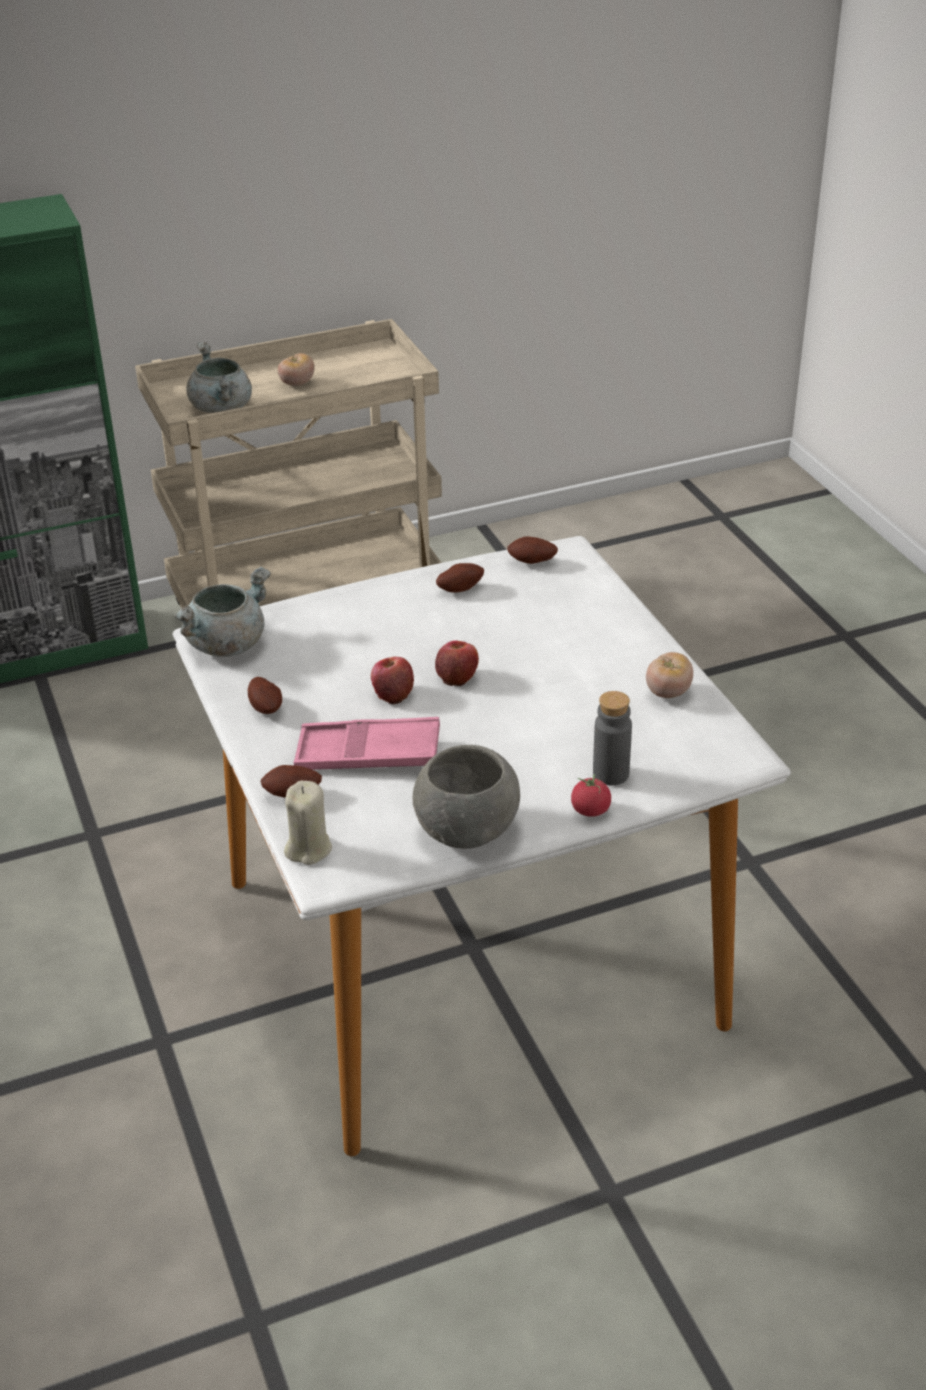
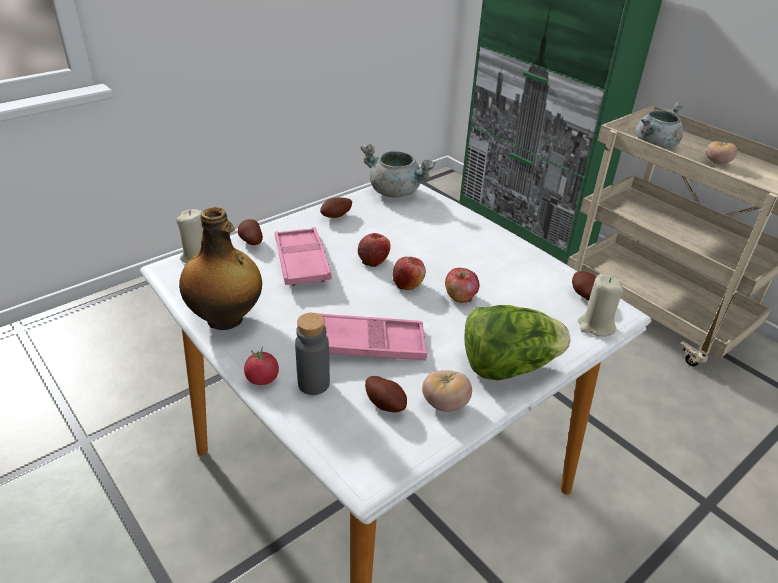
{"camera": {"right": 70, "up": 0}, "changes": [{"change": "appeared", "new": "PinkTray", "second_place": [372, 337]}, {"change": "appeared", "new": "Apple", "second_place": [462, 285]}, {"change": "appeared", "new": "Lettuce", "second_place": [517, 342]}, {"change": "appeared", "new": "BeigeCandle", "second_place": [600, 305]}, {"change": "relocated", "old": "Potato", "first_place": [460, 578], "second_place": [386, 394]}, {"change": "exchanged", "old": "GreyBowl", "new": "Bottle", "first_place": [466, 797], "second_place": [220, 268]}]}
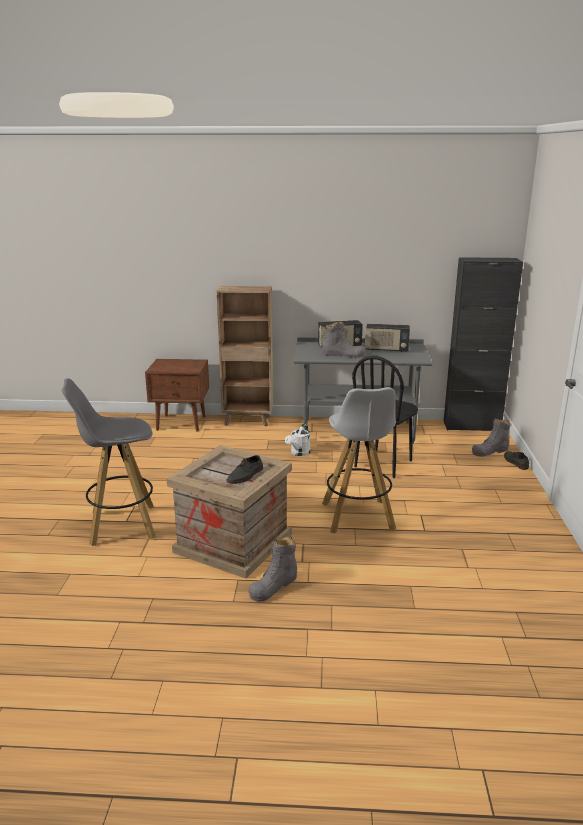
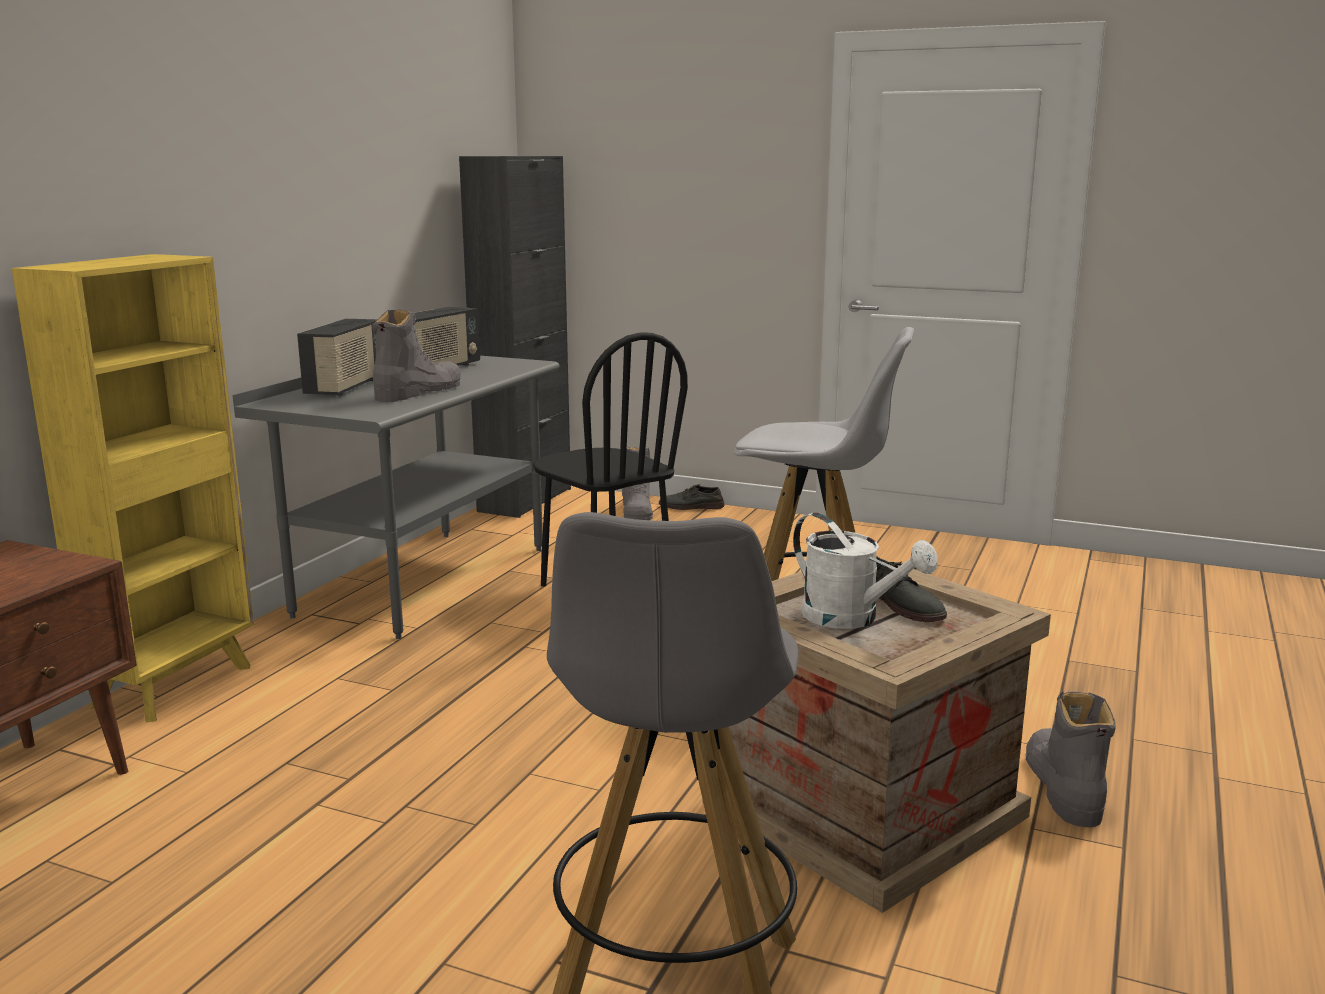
{"camera": {"right": -70, "up": -5}, "changes": [{"change": "relocated", "old": "WhiteWateringCan", "first_place": [298, 439], "second_place": [865, 571]}, {"change": "colour", "old": "BrownBookcase", "new": "YellowBookcase", "first_place": [245, 356], "second_place": [133, 488]}, {"change": "spun", "old": "GreyBoot", "first_place": [272, 569], "second_place": [1071, 759], "degrees": -150}]}
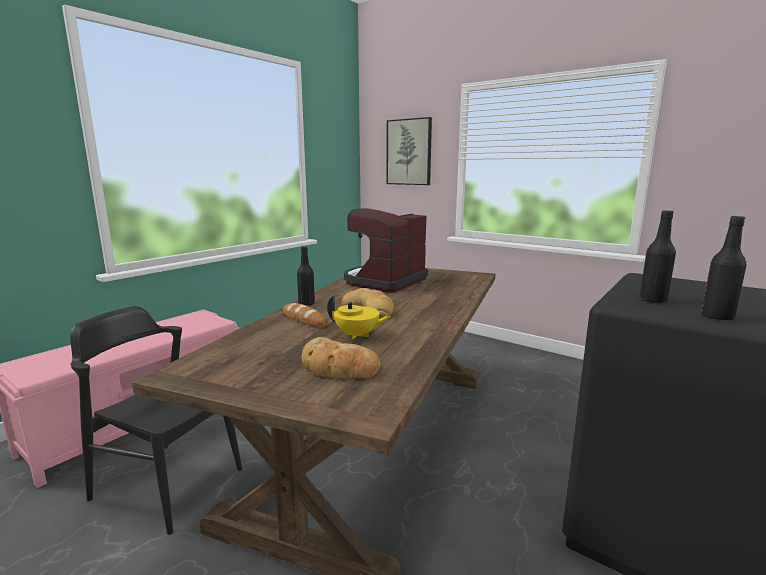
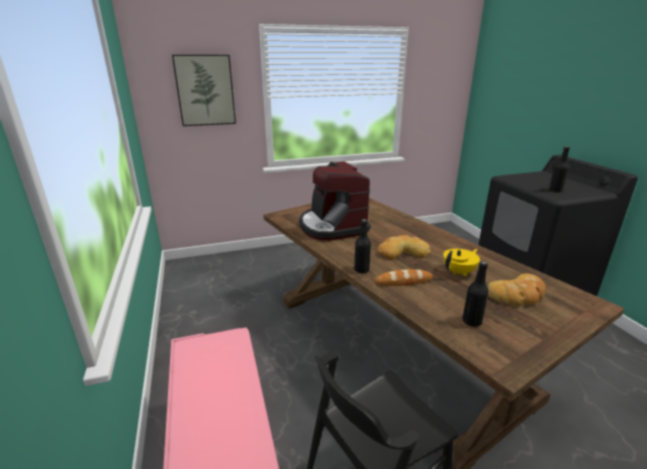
{"camera": {"right": -55, "up": 10}, "changes": [{"change": "relocated", "old": "BlackBottle", "first_place": [724, 268], "second_place": [475, 294]}]}
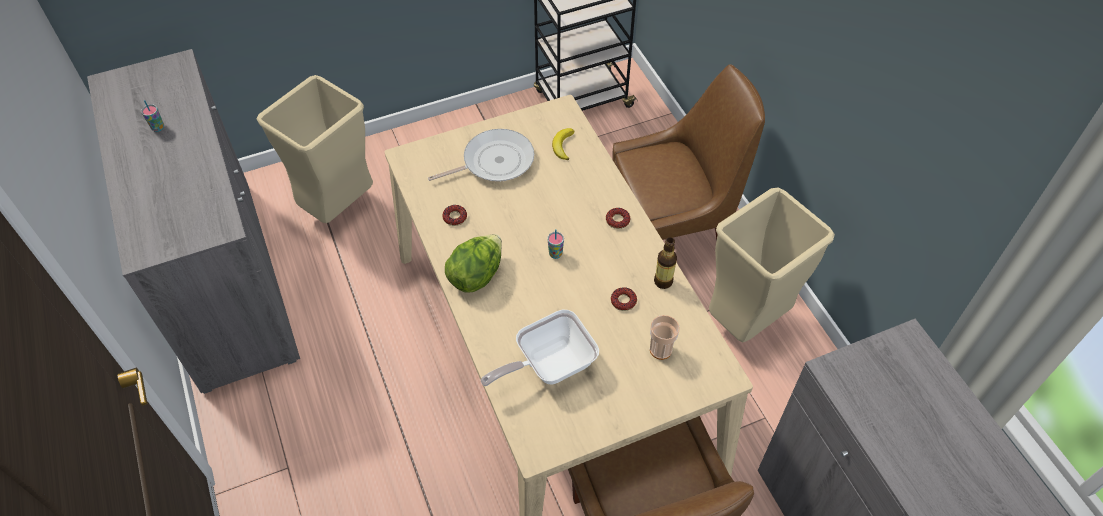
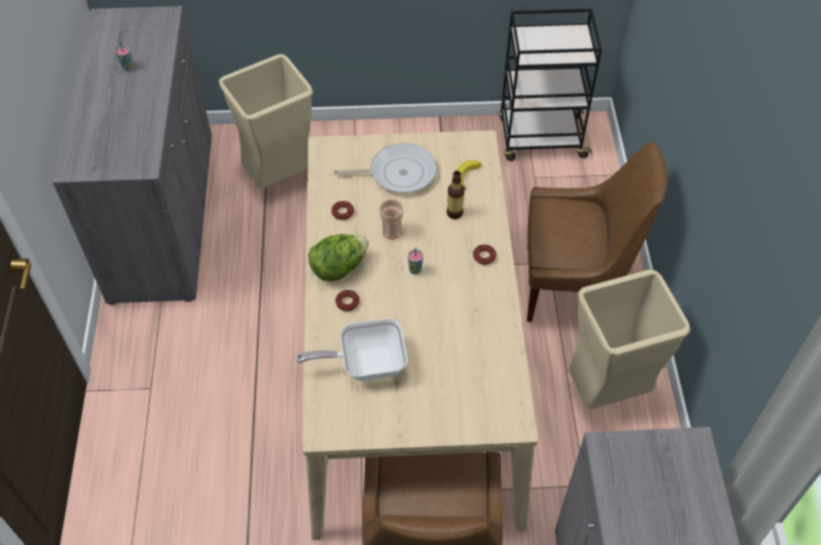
{"camera": {"right": 20, "up": 0}, "changes": [{"change": "relocated", "old": "Donut", "first_place": [624, 299], "second_place": [347, 300]}, {"change": "relocated", "old": "Cup", "first_place": [665, 337], "second_place": [391, 219]}, {"change": "relocated", "old": "Bottle", "first_place": [665, 263], "second_place": [456, 195]}]}
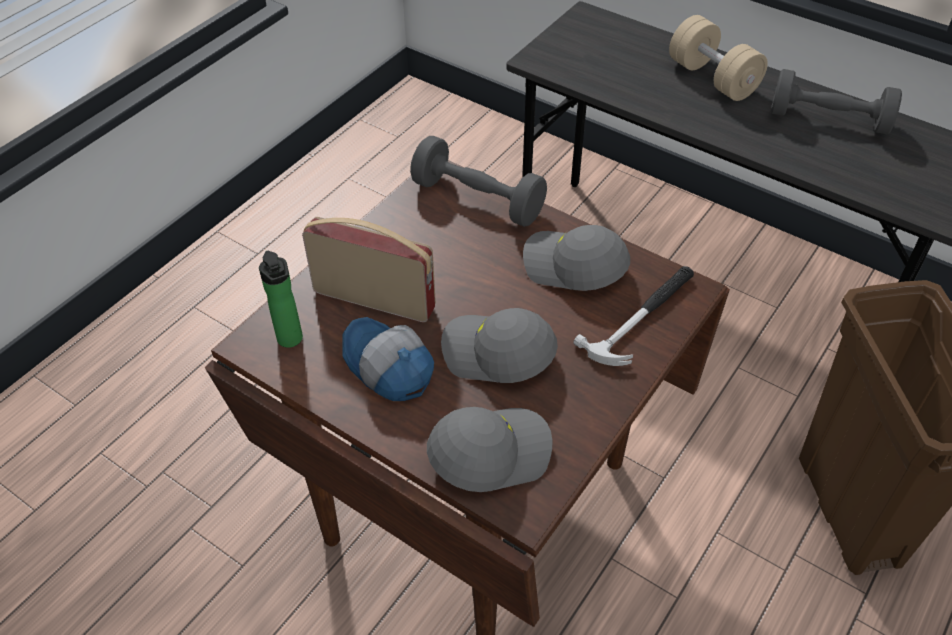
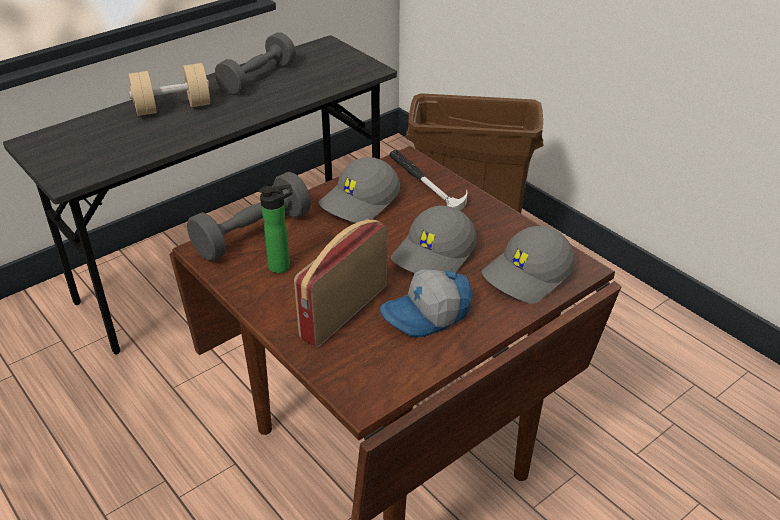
{"camera": {"right": -75, "up": -10}, "changes": [{"change": "relocated", "old": "Bottle", "first_place": [281, 299], "second_place": [276, 228]}, {"change": "spun", "old": "GreyCap", "first_place": [489, 449], "second_place": [528, 265], "degrees": -120}]}
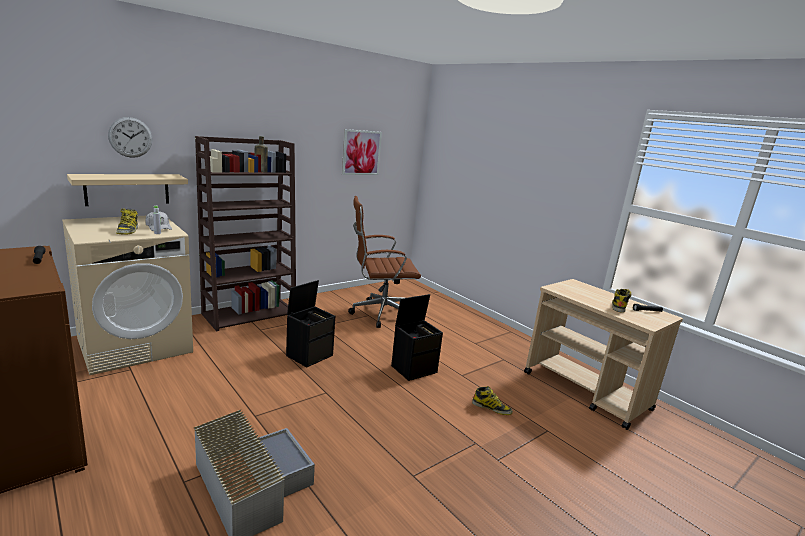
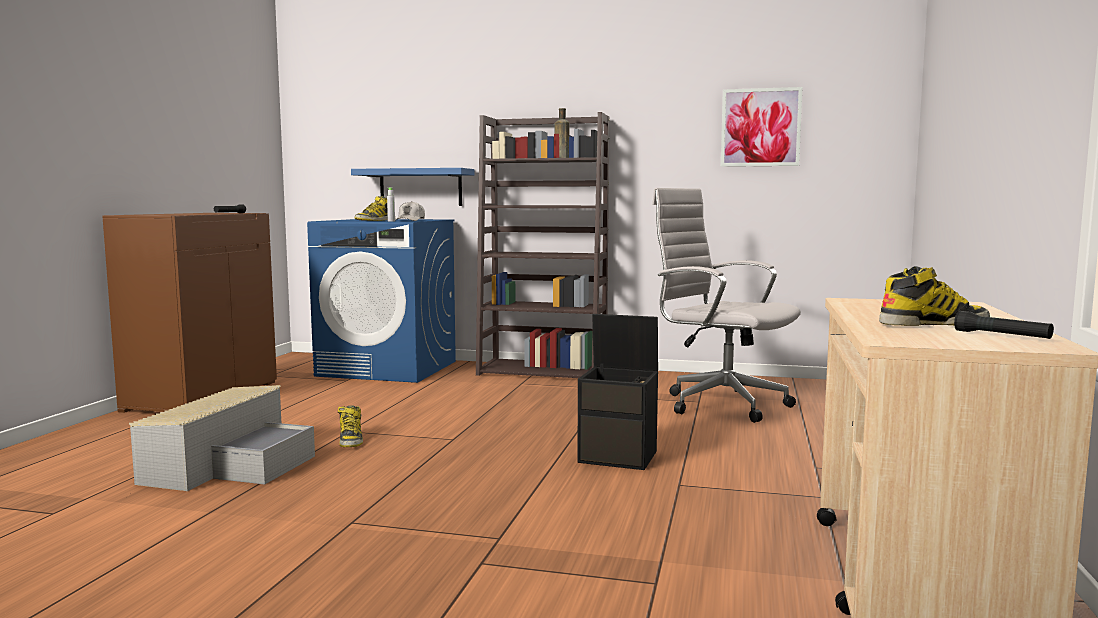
{"camera": {"right": 55, "up": -10}, "changes": [{"change": "missing", "old": "WallClock", "first_place": [130, 137]}, {"change": "missing", "old": "BlackStorageBox", "first_place": [310, 324]}, {"change": "relocated", "old": "Boot", "first_place": [492, 400], "second_place": [350, 426]}, {"change": "colour", "old": "BeigeWashingMachine", "new": "BlueWashingMachine", "first_place": [127, 295], "second_place": [381, 301]}, {"change": "colour", "old": "BeigeShelf", "new": "BlueShelf", "first_place": [127, 190], "second_place": [412, 187]}, {"change": "colour", "old": "BrownOfficeChair", "new": "WhiteOfficeChair", "first_place": [384, 262], "second_place": [726, 305]}]}
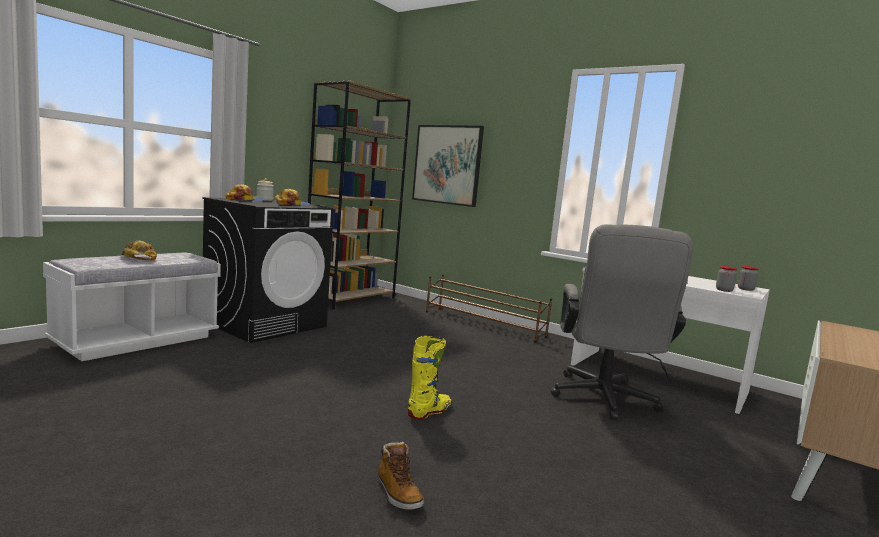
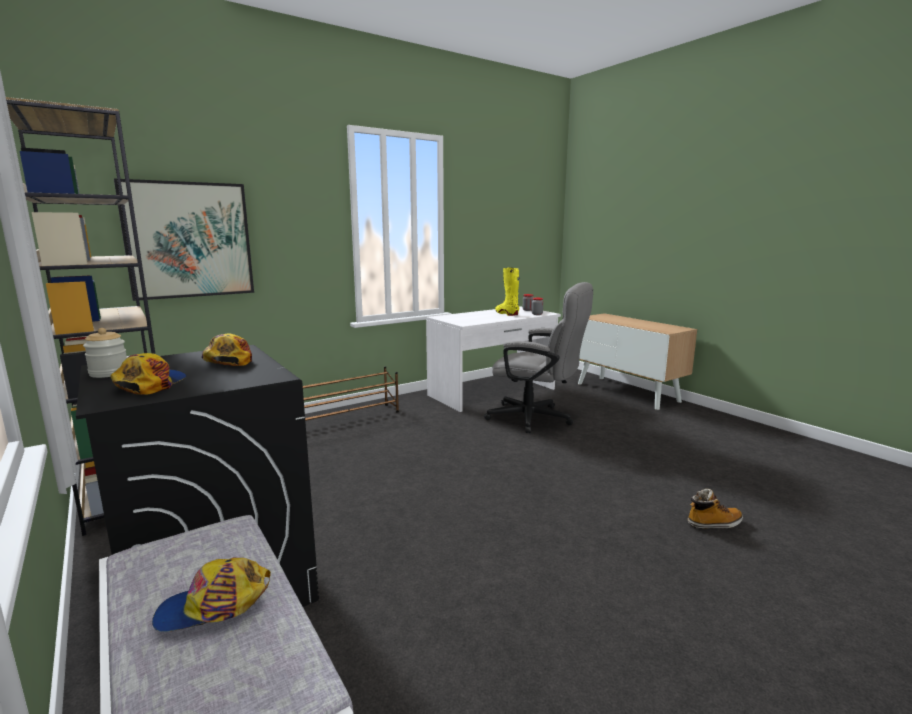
{"camera": {"right": -70, "up": 5}, "changes": [{"change": "relocated", "old": "YellowBoot", "first_place": [429, 378], "second_place": [507, 291]}]}
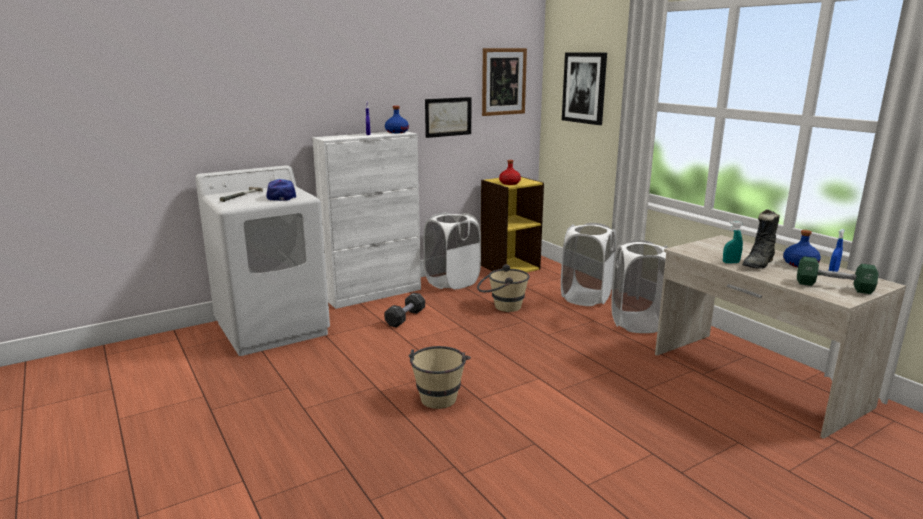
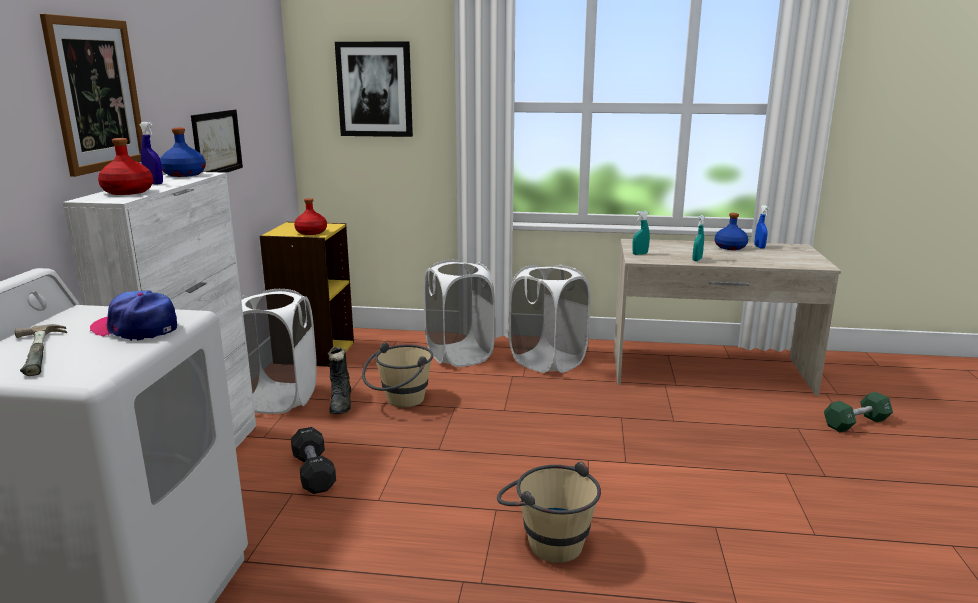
{"camera": {"right": -50, "up": 0}, "changes": [{"change": "appeared", "new": "RedBottle", "second_place": [125, 166]}, {"change": "appeared", "new": "TurquoiseSprayBottle", "second_place": [641, 233]}, {"change": "relocated", "old": "Picture", "first_place": [504, 82], "second_place": [91, 95]}, {"change": "relocated", "old": "BlackBoot", "first_place": [761, 239], "second_place": [339, 380]}, {"change": "relocated", "old": "GreenDumbbell", "first_place": [838, 275], "second_place": [858, 412]}]}
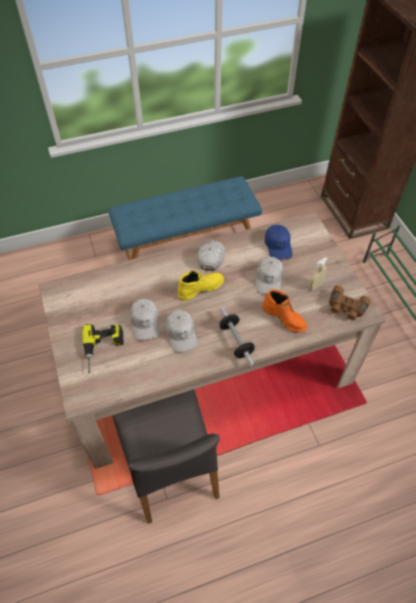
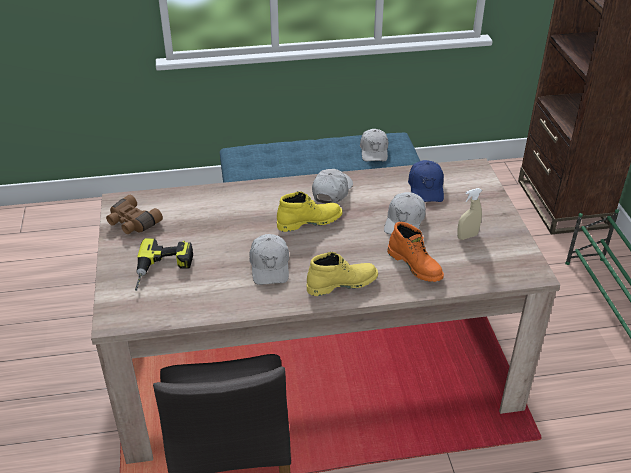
{"camera": {"right": 10, "up": -15}, "changes": [{"change": "relocated", "old": "WhiteCap", "first_place": [144, 319], "second_place": [374, 145]}, {"change": "relocated", "old": "BrownBinoculars", "first_place": [350, 303], "second_place": [134, 214]}, {"change": "exchanged", "old": "Dumbbell", "new": "YellowBoot", "first_place": [237, 337], "second_place": [342, 274]}]}
